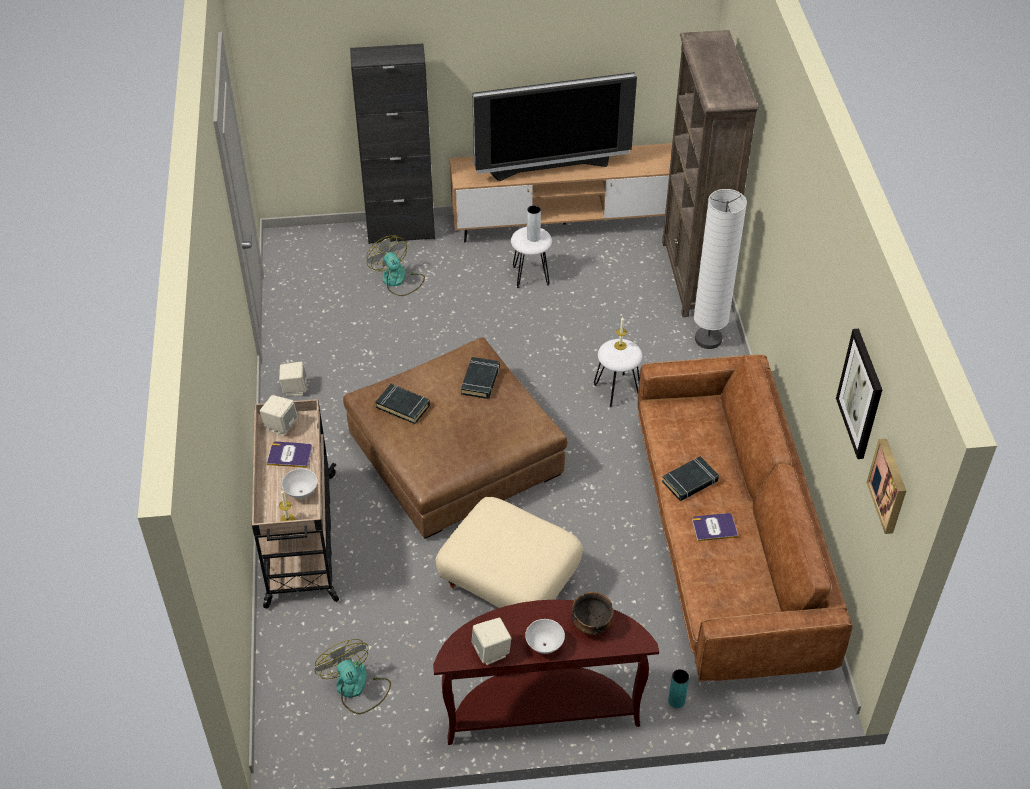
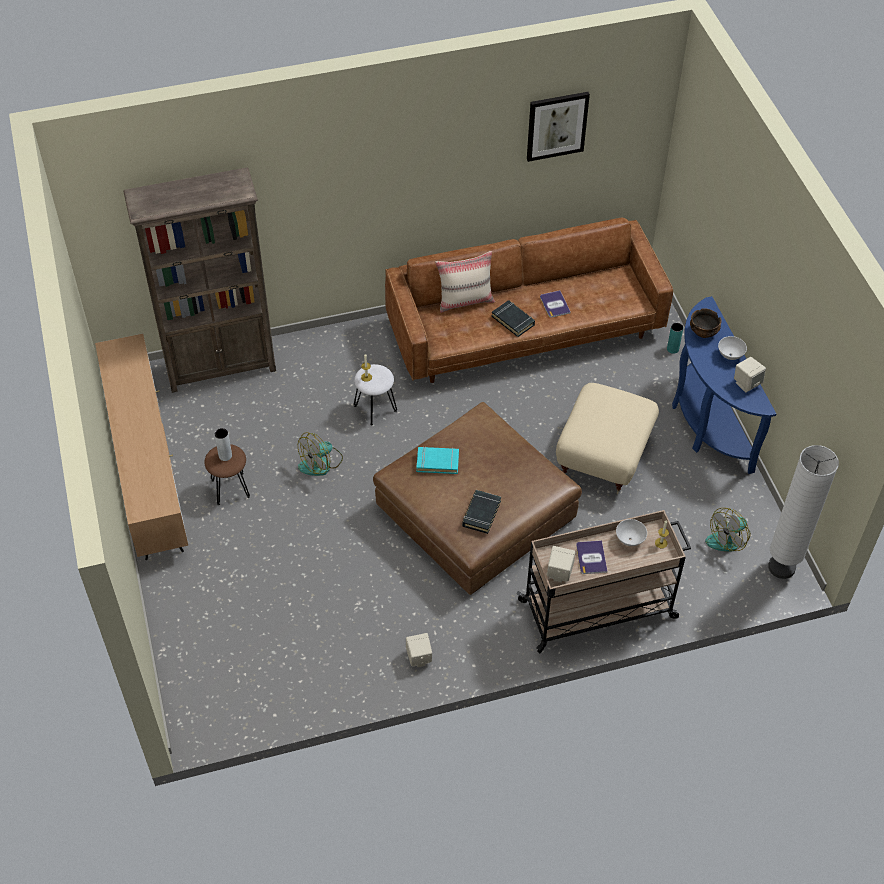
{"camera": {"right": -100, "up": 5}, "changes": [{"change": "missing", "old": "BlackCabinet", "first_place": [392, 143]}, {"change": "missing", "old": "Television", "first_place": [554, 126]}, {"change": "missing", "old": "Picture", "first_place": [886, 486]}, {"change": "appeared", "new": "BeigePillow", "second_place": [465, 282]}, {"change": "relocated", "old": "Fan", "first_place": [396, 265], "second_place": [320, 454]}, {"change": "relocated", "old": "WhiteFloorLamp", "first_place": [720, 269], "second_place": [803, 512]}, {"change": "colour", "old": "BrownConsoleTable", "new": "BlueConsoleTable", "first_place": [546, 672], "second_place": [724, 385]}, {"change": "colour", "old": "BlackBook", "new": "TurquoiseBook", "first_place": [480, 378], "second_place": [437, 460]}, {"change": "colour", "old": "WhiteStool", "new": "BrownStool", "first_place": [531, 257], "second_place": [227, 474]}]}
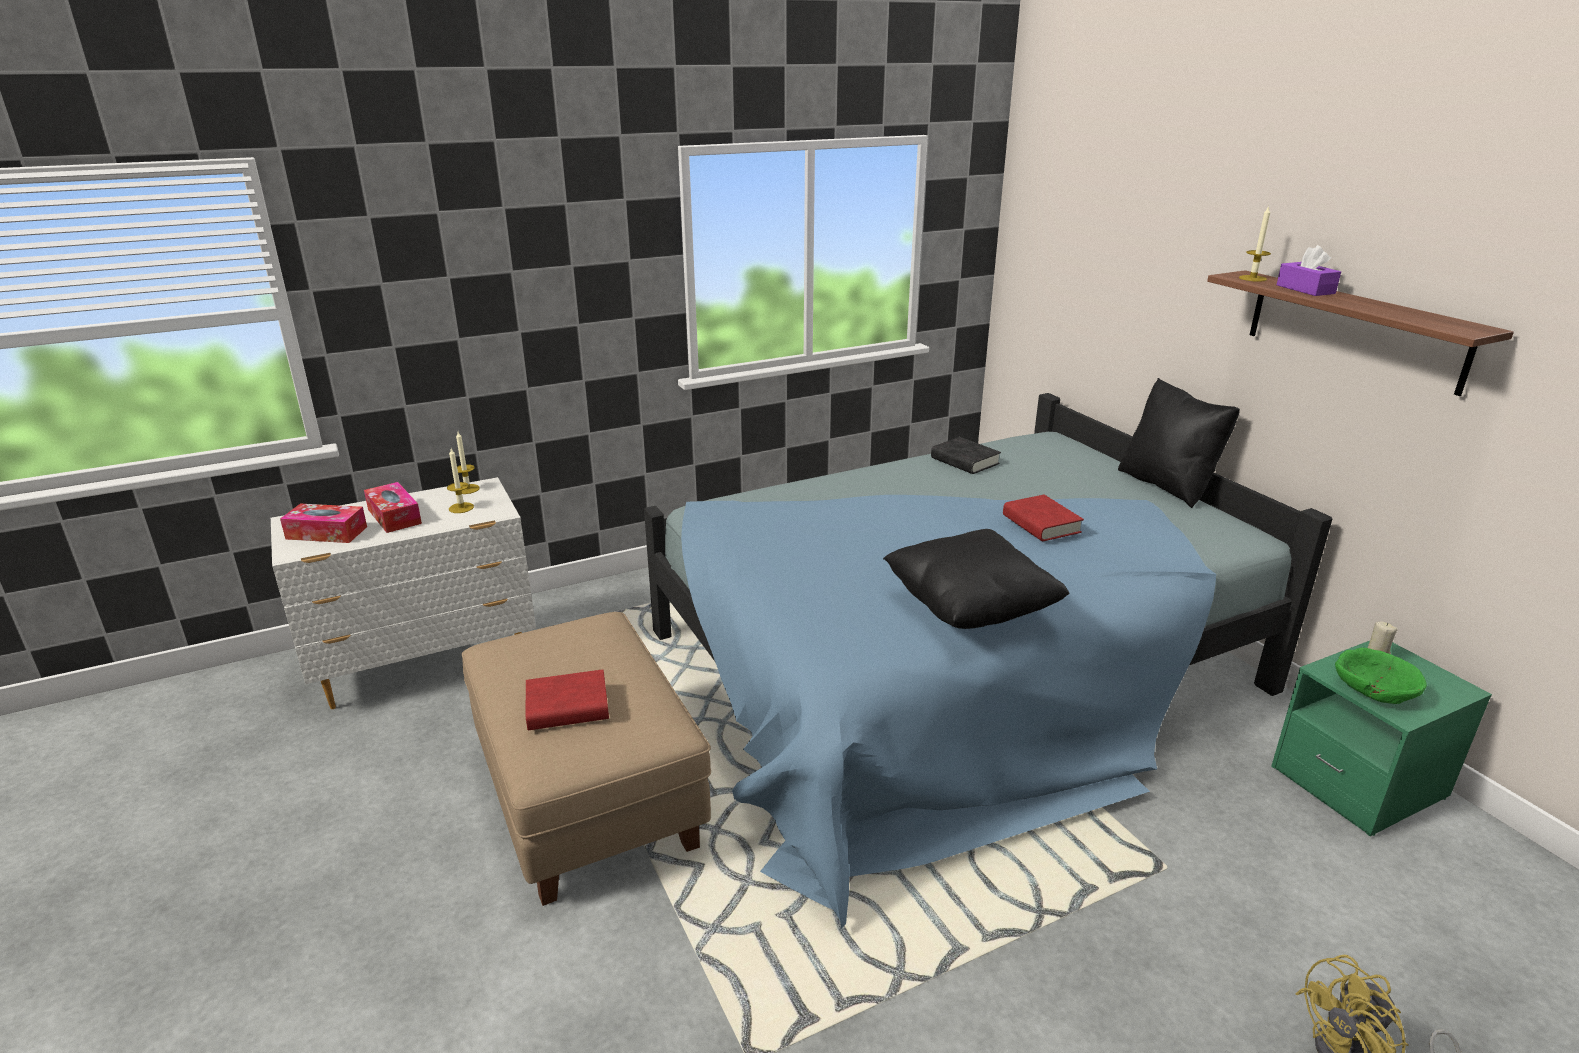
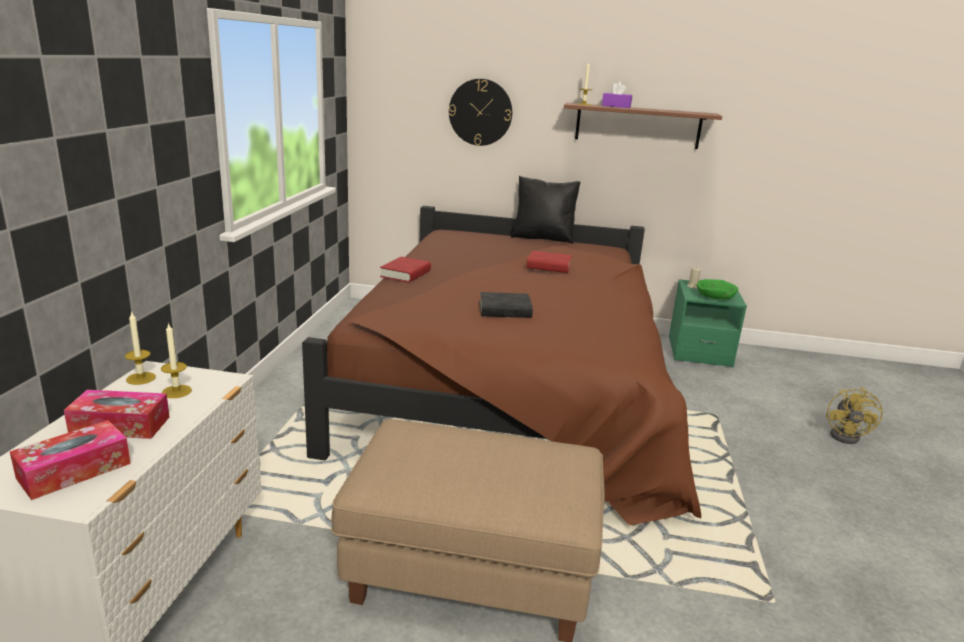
{"camera": {"right": -55, "up": -5}, "changes": [{"change": "missing", "old": "BlackPillow", "first_place": [976, 579]}, {"change": "appeared", "new": "WallClock", "second_place": [480, 112]}, {"change": "relocated", "old": "RedBook", "first_place": [567, 699], "second_place": [405, 269]}, {"change": "relocated", "old": "BlackBook", "first_place": [966, 455], "second_place": [506, 305]}, {"change": "colour", "old": "BlueBed", "new": "BrownBed", "first_place": [988, 661], "second_place": [501, 366]}]}
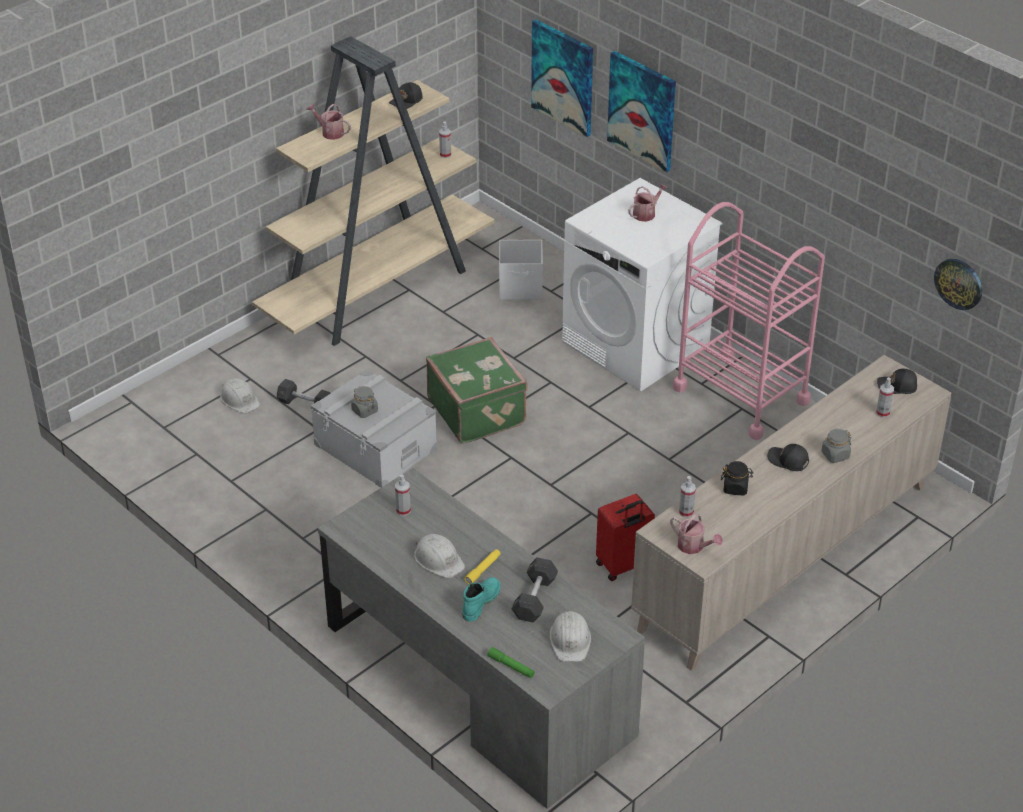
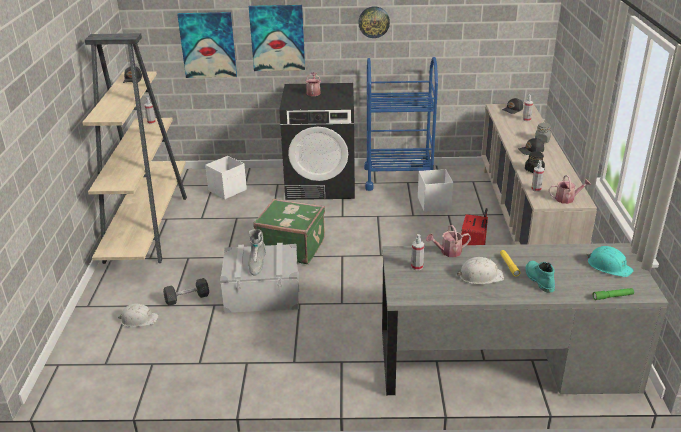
{"camera": {"right": -45, "up": -10}, "changes": [{"change": "missing", "old": "GreyDumbbell", "first_place": [534, 589]}, {"change": "appeared", "new": "WhiteStorageBox", "second_place": [435, 190]}, {"change": "relocated", "old": "WateringCan", "first_place": [328, 121], "second_place": [448, 241]}, {"change": "relocated", "old": "WallClock", "first_place": [958, 284], "second_place": [374, 22]}, {"change": "exchanged", "old": "GreyJar", "new": "GreyBoot", "first_place": [364, 402], "second_place": [257, 252]}, {"change": "colour", "old": "WhiteHardHat", "new": "TurquoiseHardHat", "first_place": [570, 636], "second_place": [610, 261]}, {"change": "colour", "old": "WhiteWashingMachine", "new": "BlackWashingMachine", "first_place": [642, 284], "second_place": [317, 141]}, {"change": "colour", "old": "PinkCart", "new": "BlueCart", "first_place": [749, 321], "second_place": [401, 124]}]}
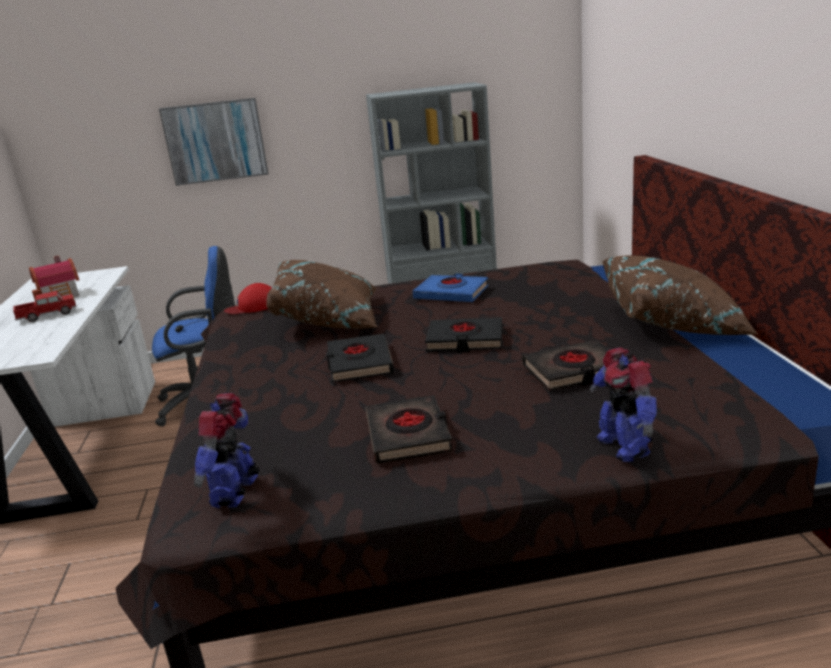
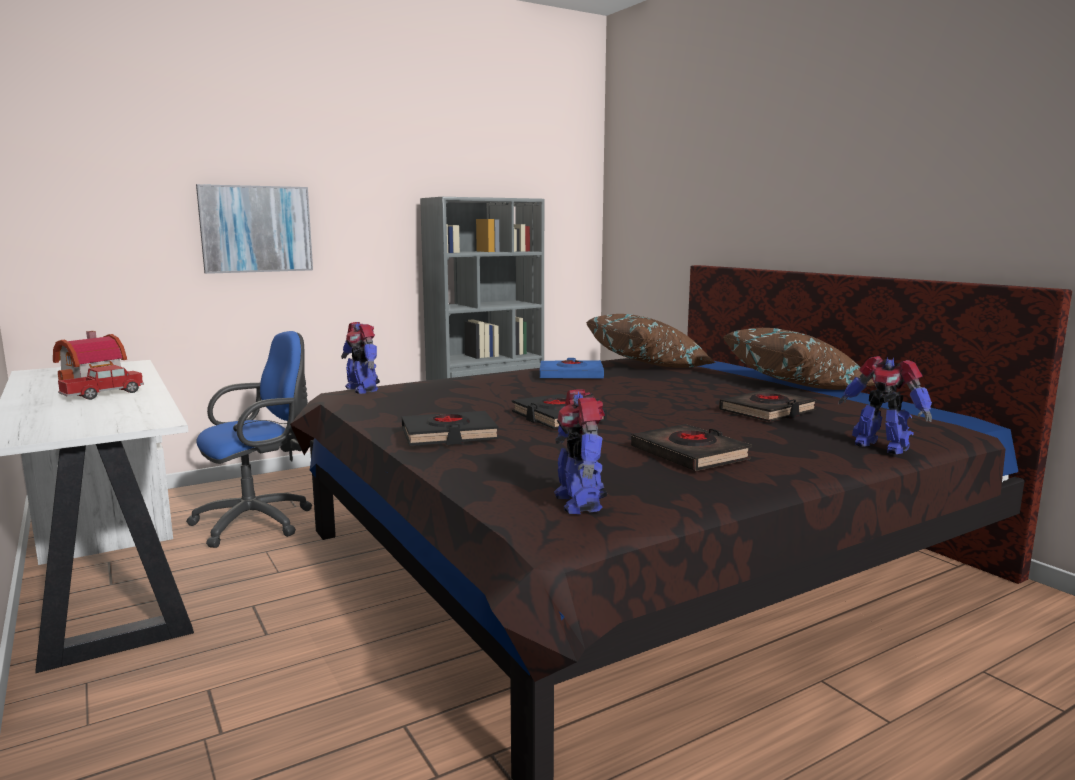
{"camera": {"right": -25, "up": -10}, "changes": [{"change": "relocated", "old": "BrownPillow", "first_place": [321, 294], "second_place": [651, 341]}, {"change": "relocated", "old": "BlackBook", "first_place": [463, 335], "second_place": [450, 428]}, {"change": "exchanged", "old": "RedCap", "new": "ToyRobot", "first_place": [248, 298], "second_place": [360, 358]}]}
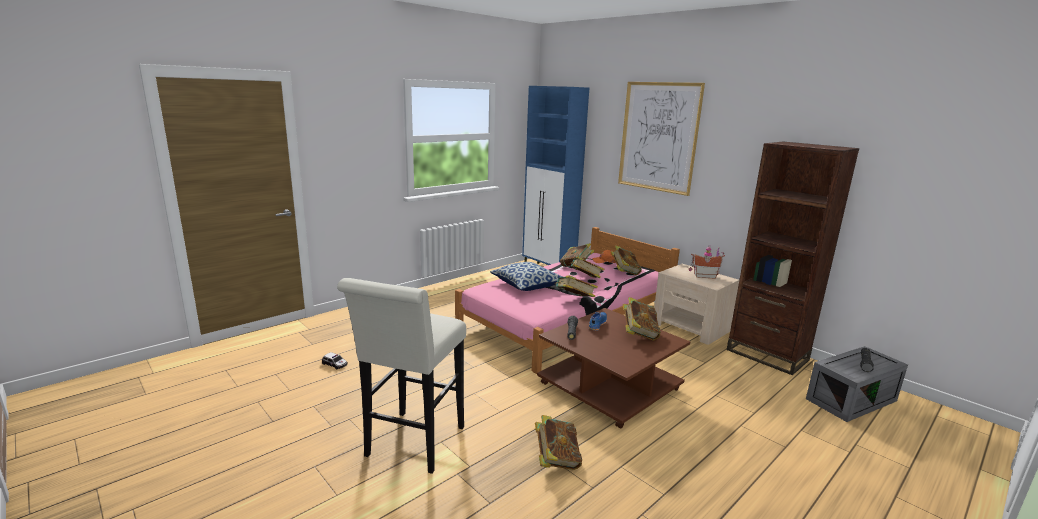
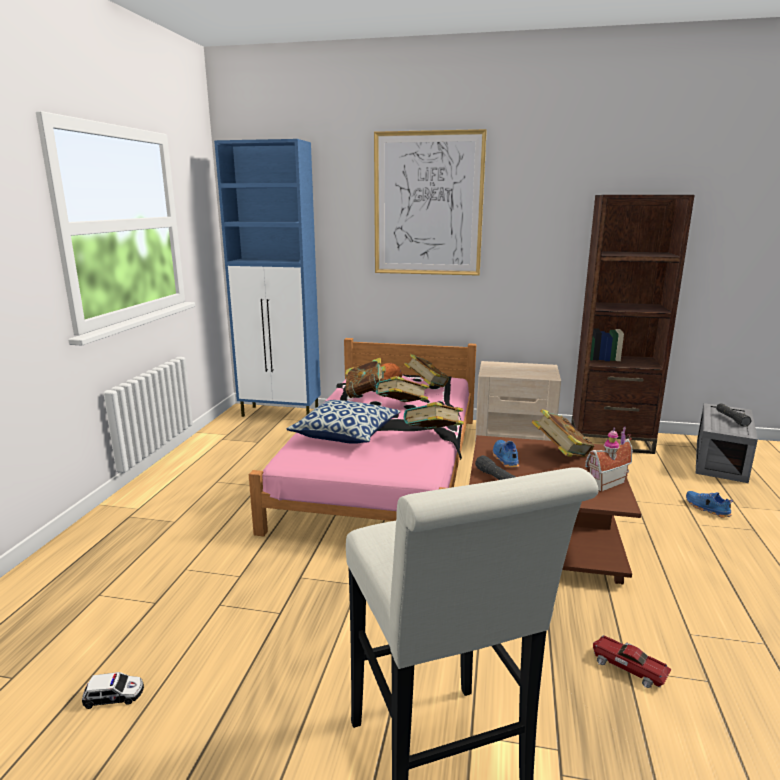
{"camera": {"right": -35, "up": 0}, "changes": [{"change": "appeared", "new": "BlueShoe", "second_place": [709, 504]}, {"change": "relocated", "old": "ToyHouse", "first_place": [707, 262], "second_place": [609, 459]}, {"change": "exchanged", "old": "Book", "new": "ToyCar", "first_place": [558, 442], "second_place": [632, 661]}]}
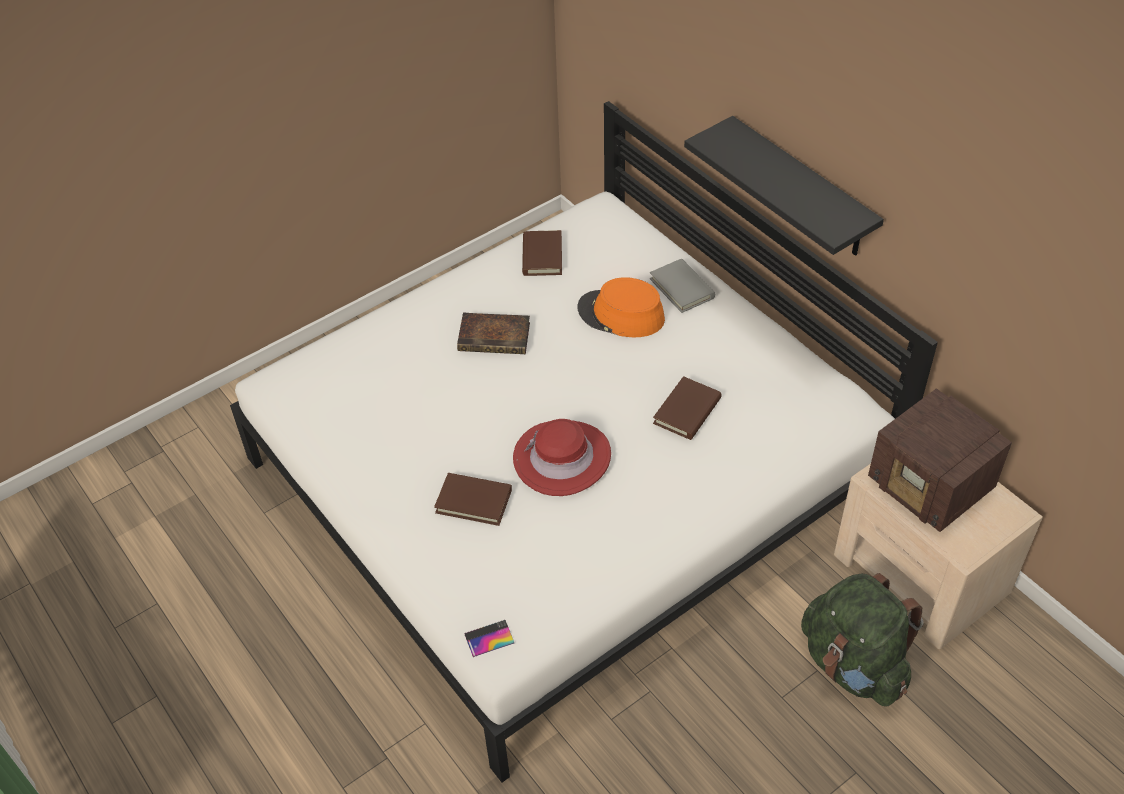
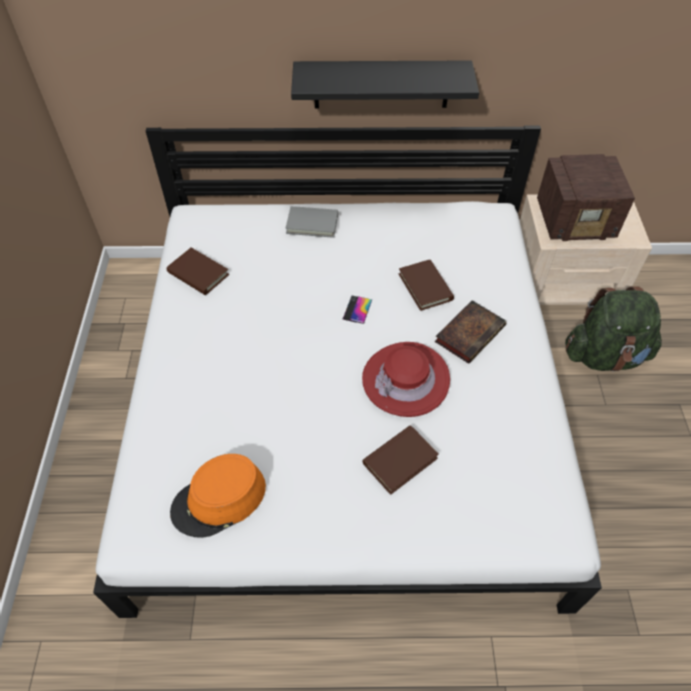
{"camera": {"right": -55, "up": 5}, "changes": [{"change": "relocated", "old": "Book", "first_place": [493, 333], "second_place": [470, 332]}, {"change": "relocated", "old": "Phone", "first_place": [489, 638], "second_place": [357, 310]}, {"change": "relocated", "old": "OrangeHat", "first_place": [621, 307], "second_place": [218, 496]}]}
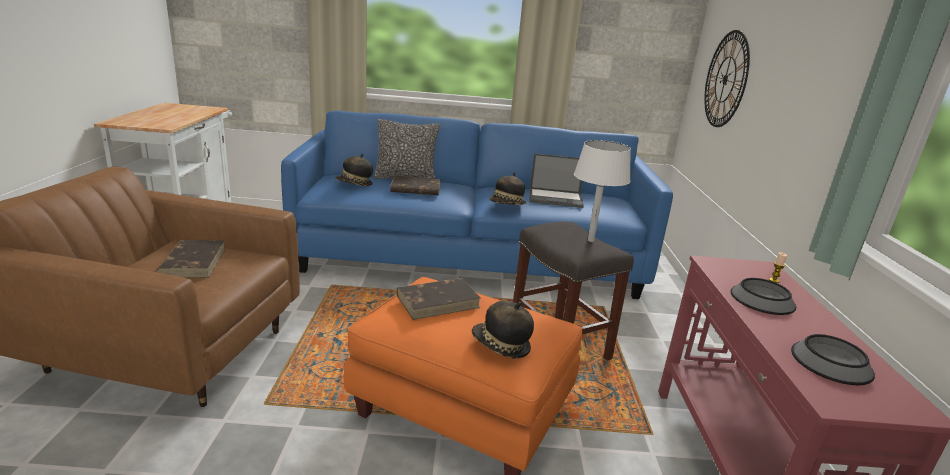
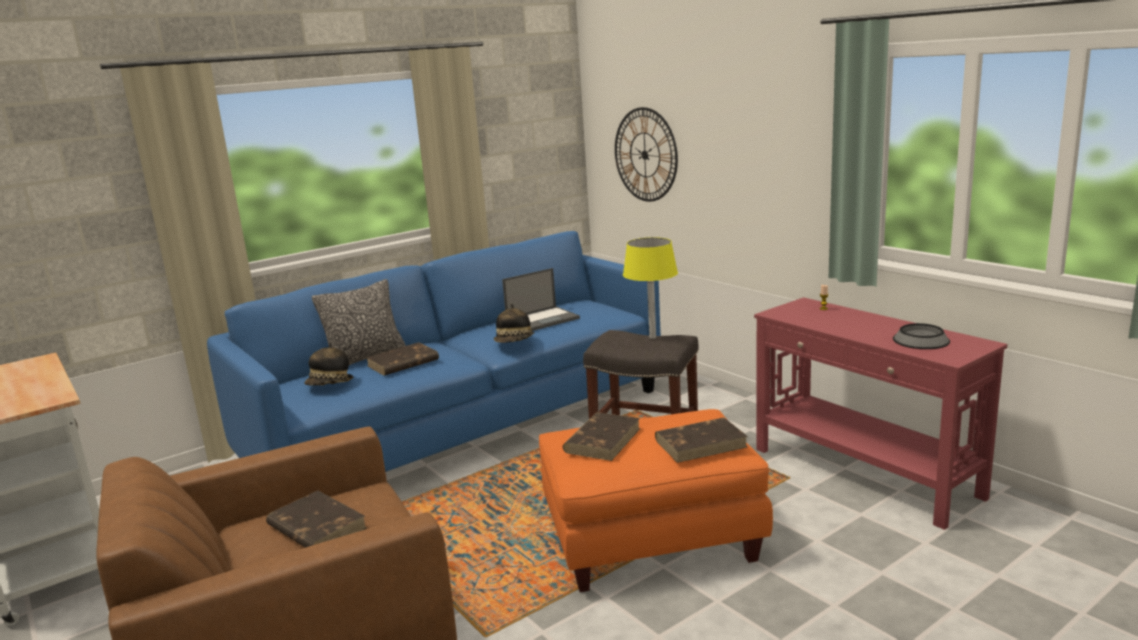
{"camera": {"right": -35, "up": -5}, "changes": [{"change": "missing", "old": "Bowl", "first_place": [763, 296]}, {"change": "exchanged", "old": "Hat", "new": "BrownBook", "first_place": [503, 330], "second_place": [701, 440]}, {"change": "colour", "old": "WhiteTableLamp", "new": "YellowTableLamp", "first_place": [602, 191], "second_place": [650, 288]}]}
